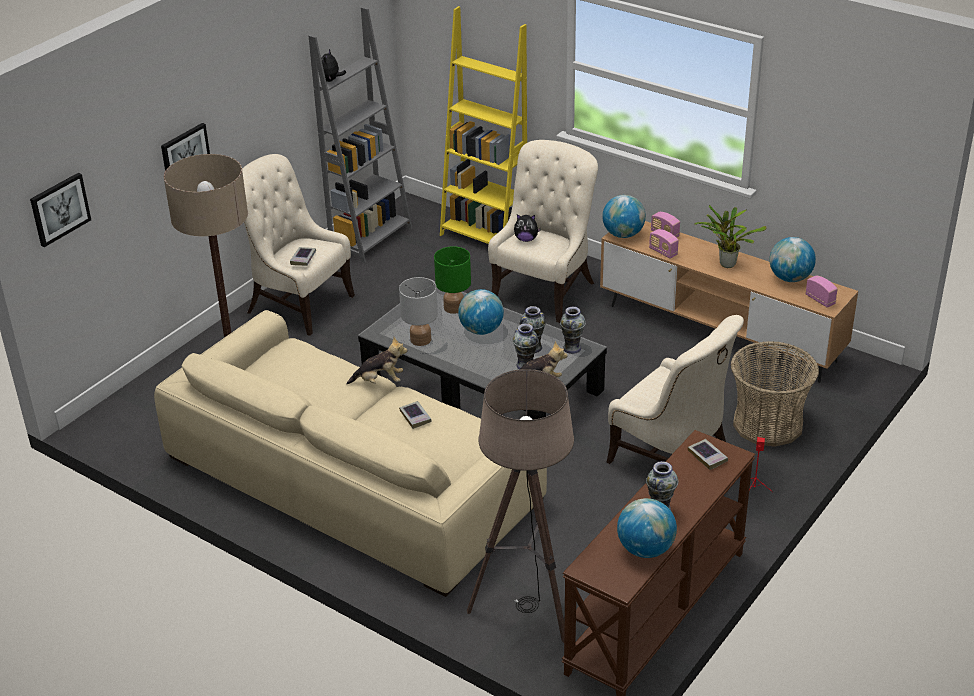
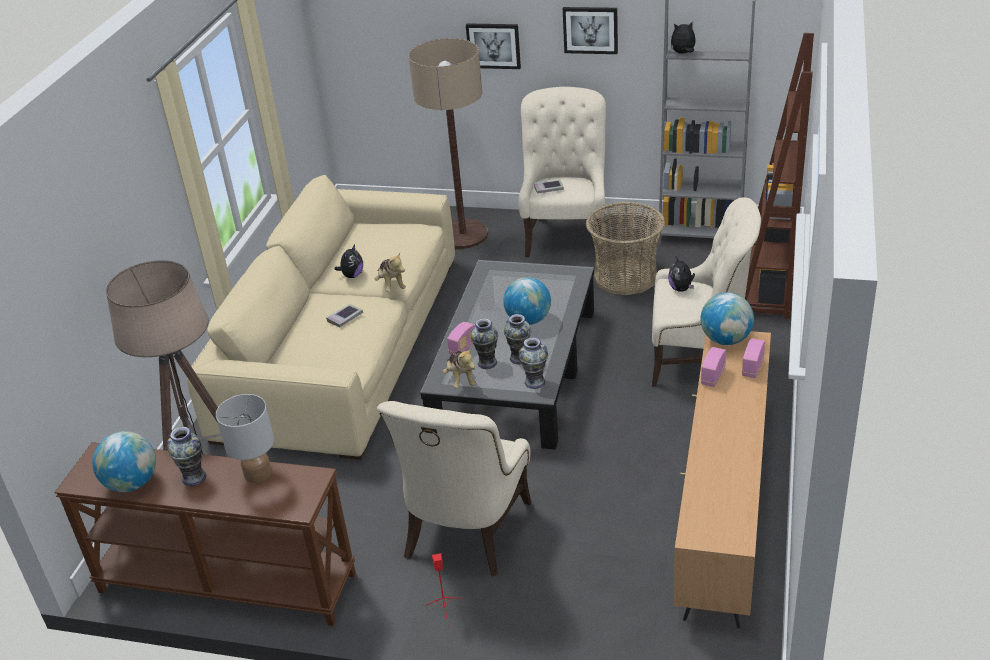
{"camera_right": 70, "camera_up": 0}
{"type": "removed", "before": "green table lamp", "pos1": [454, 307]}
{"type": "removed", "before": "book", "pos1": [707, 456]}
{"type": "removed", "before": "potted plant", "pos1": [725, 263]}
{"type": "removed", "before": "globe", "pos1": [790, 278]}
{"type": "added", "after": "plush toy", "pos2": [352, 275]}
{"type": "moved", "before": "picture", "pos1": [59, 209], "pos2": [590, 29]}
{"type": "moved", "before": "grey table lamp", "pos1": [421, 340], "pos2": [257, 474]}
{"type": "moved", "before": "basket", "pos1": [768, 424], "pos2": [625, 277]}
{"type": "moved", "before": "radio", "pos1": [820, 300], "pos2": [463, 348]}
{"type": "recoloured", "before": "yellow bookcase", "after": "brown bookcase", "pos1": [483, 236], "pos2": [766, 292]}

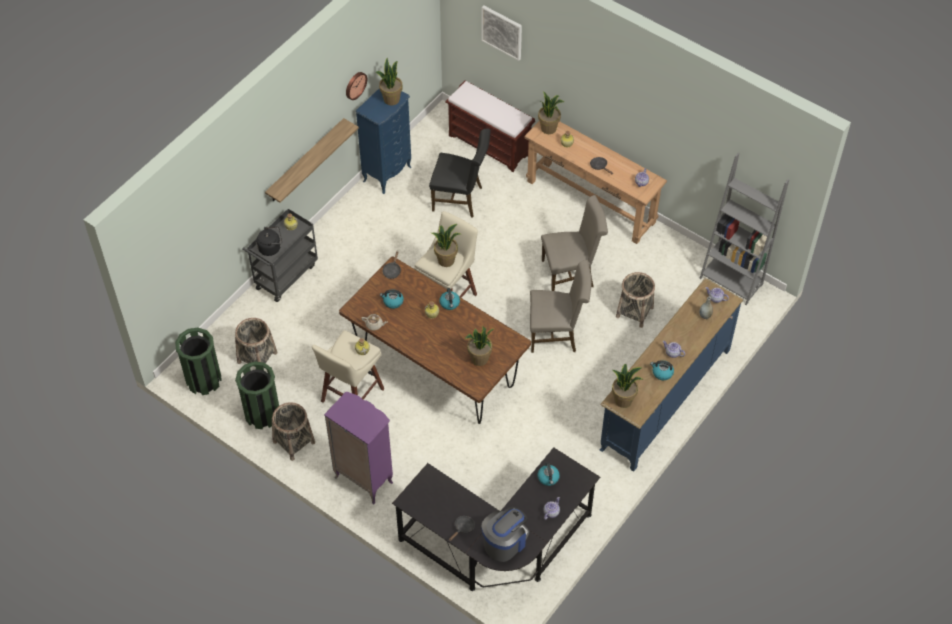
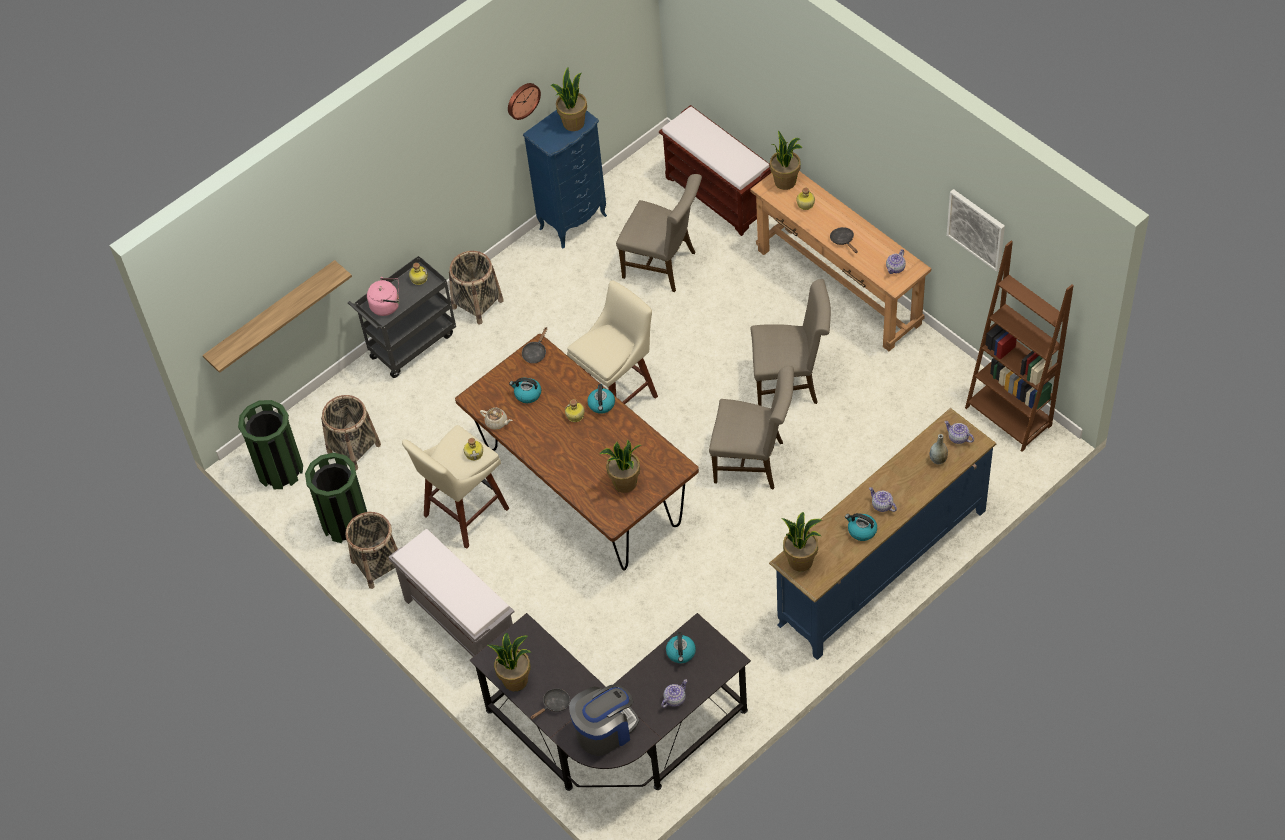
{"camera_right": 15, "camera_up": 0}
{"type": "moved", "before": "shelf", "pos1": [305, 161], "pos2": [272, 316]}
{"type": "moved", "before": "potted plant", "pos1": [446, 260], "pos2": [515, 680]}
{"type": "moved", "before": "picture", "pos1": [502, 32], "pos2": [976, 229]}
{"type": "moved", "before": "basket", "pos1": [634, 312], "pos2": [477, 304]}
{"type": "replaced", "before": "purple dresser", "after": "grey bench", "pos1": [365, 478], "pos2": [459, 624]}
{"type": "recoloured", "before": "black kettle", "after": "pink kettle", "pos1": [271, 247], "pos2": [387, 305]}
{"type": "recoloured", "before": "black chair", "after": "beige chair", "pos1": [461, 199], "pos2": [664, 265]}
{"type": "recoloured", "before": "grey bookcase", "after": "brown bookcase", "pos1": [731, 281], "pos2": [1008, 416]}

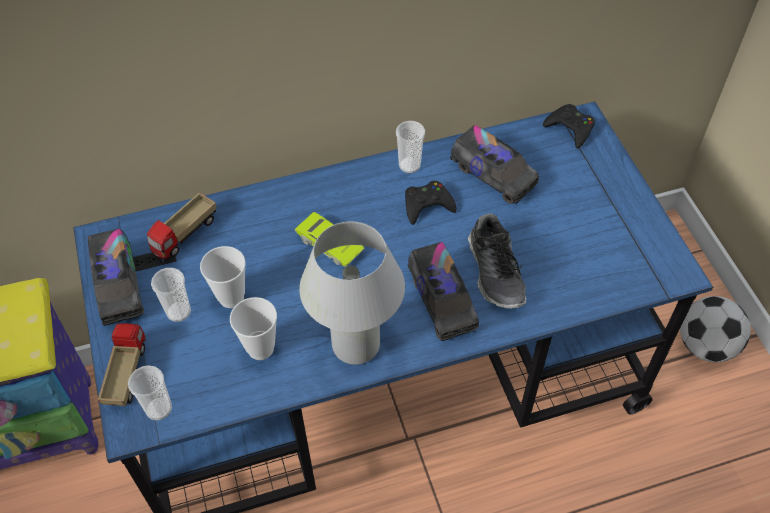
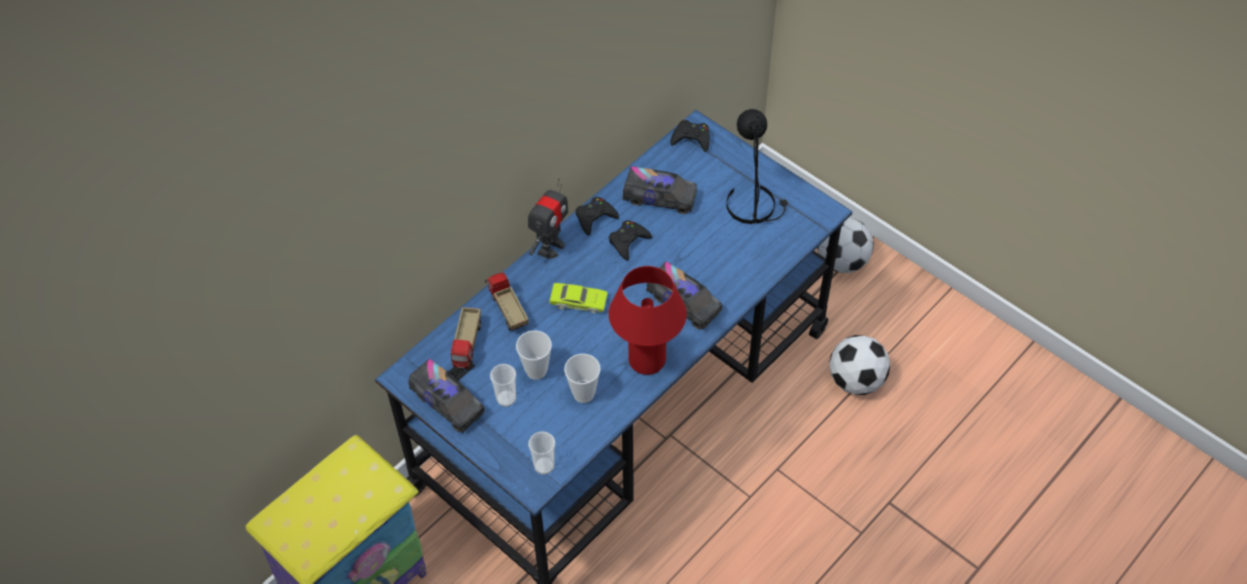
{"camera_right": -30, "camera_up": 0}
{"type": "removed", "before": "shoe", "pos1": [495, 272]}
{"type": "added", "after": "toy robot", "pos2": [550, 247]}
{"type": "added", "after": "black table lamp", "pos2": [754, 204]}
{"type": "added", "after": "football", "pos2": [856, 380]}
{"type": "moved", "before": "toy truck", "pos1": [126, 374], "pos2": [507, 310]}
{"type": "replaced", "before": "cup", "after": "black game controller", "pos1": [409, 165], "pos2": [595, 218]}
{"type": "recoloured", "before": "white table lamp", "after": "red table lamp", "pos1": [356, 345], "pos2": [647, 360]}

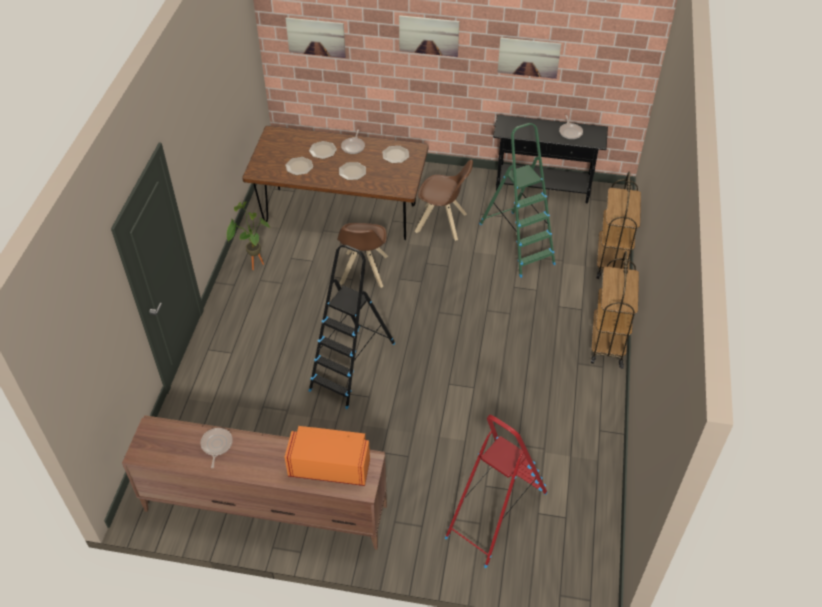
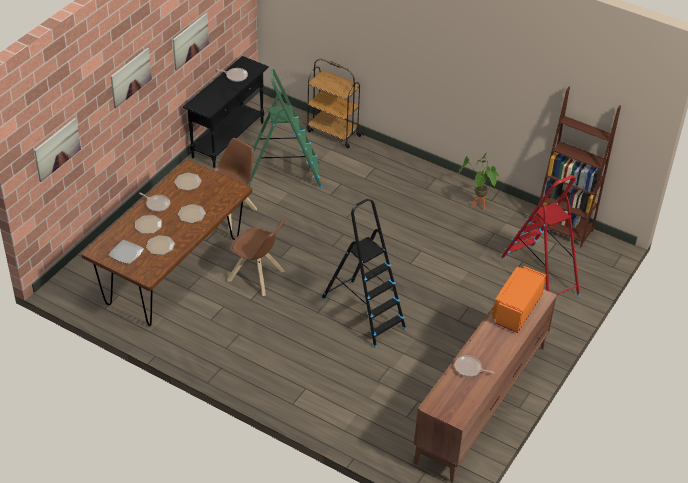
{"camera_right": -70, "camera_up": -5}
{"type": "removed", "before": "brown cart", "pos1": [608, 341]}
{"type": "added", "after": "plate", "pos2": [126, 253]}
{"type": "added", "after": "brown bookcase", "pos2": [563, 228]}
{"type": "moved", "before": "potted plant", "pos1": [252, 264], "pos2": [477, 208]}

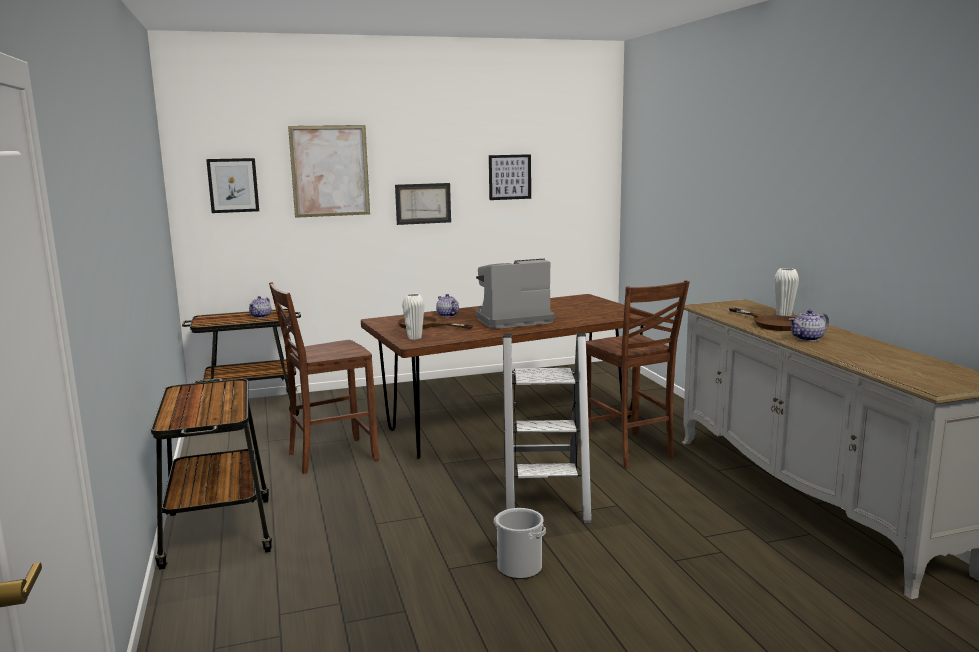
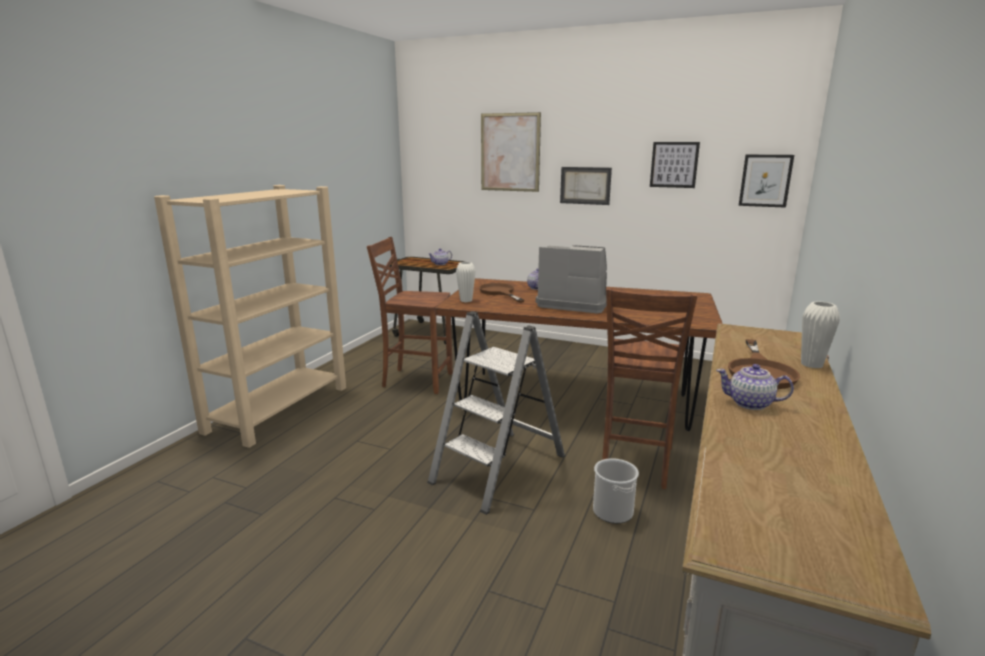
{"camera_right": 40, "camera_up": 5}
{"type": "moved", "before": "picture", "pos1": [233, 185], "pos2": [765, 180]}
{"type": "moved", "before": "bucket", "pos1": [519, 567], "pos2": [613, 511]}
{"type": "replaced", "before": "cart", "after": "beige bookcase", "pos1": [217, 534], "pos2": [278, 409]}

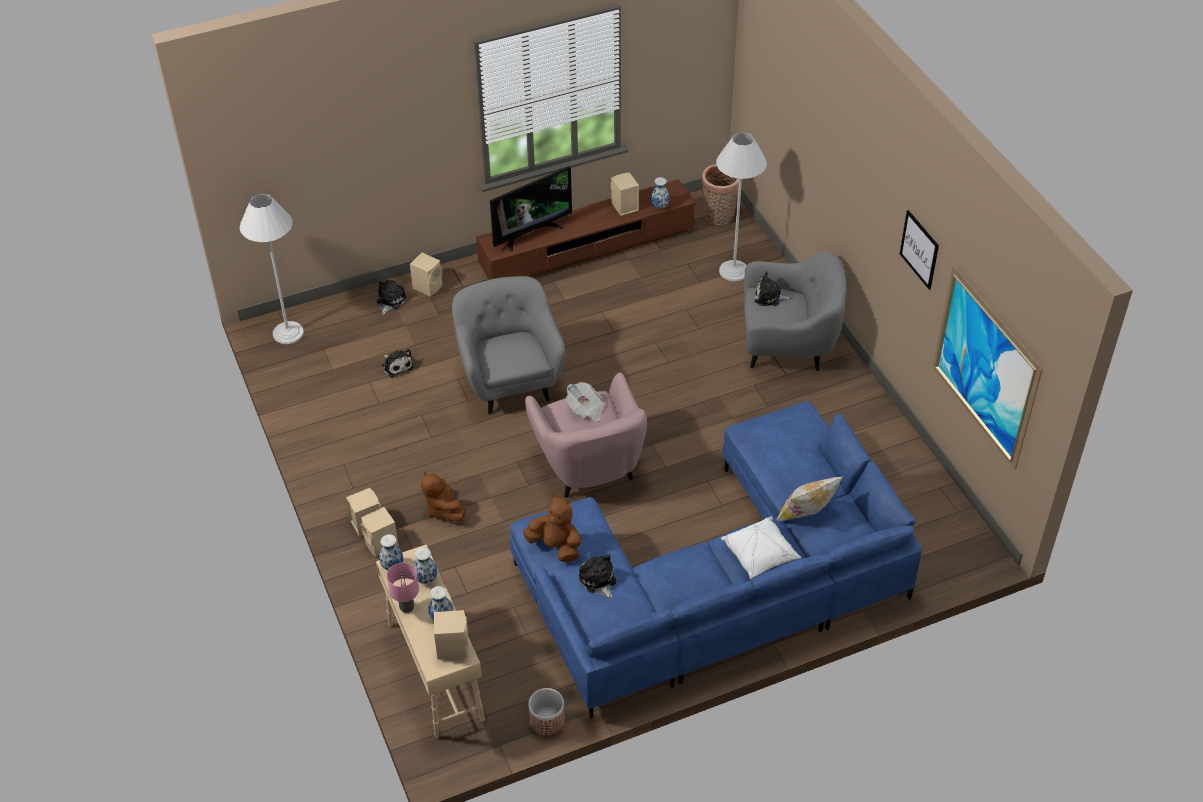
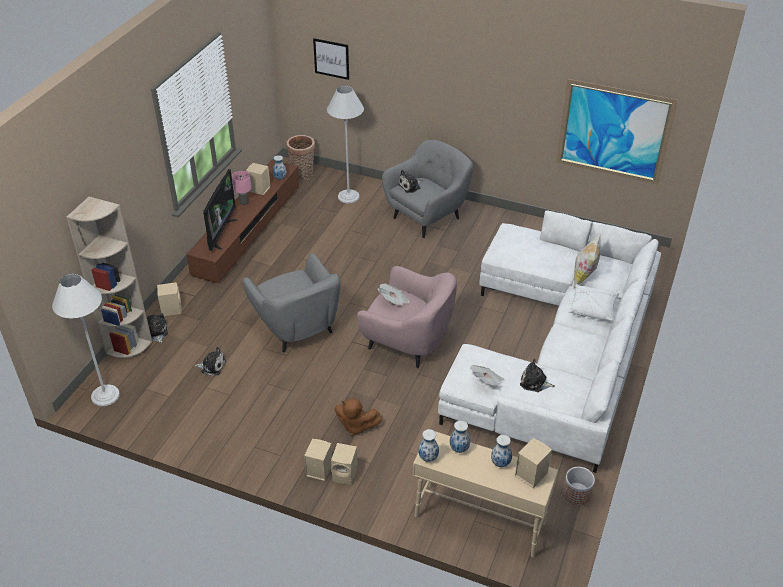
{"camera_right": -45, "camera_up": -5}
{"type": "added", "after": "beige bookcase", "pos2": [129, 350]}
{"type": "moved", "before": "pink table lamp", "pos1": [407, 608], "pos2": [244, 202]}
{"type": "moved", "before": "picture", "pos1": [919, 249], "pos2": [331, 58]}
{"type": "replaced", "before": "brown plush toy", "after": "newspaper", "pos1": [555, 546], "pos2": [487, 381]}
{"type": "recoloured", "before": "blue sofa", "after": "white sofa", "pos1": [719, 584], "pos2": [559, 353]}
{"type": "turned", "before": "grey armchair", "pos1": [509, 380], "pos2": [297, 328], "turn": -150}

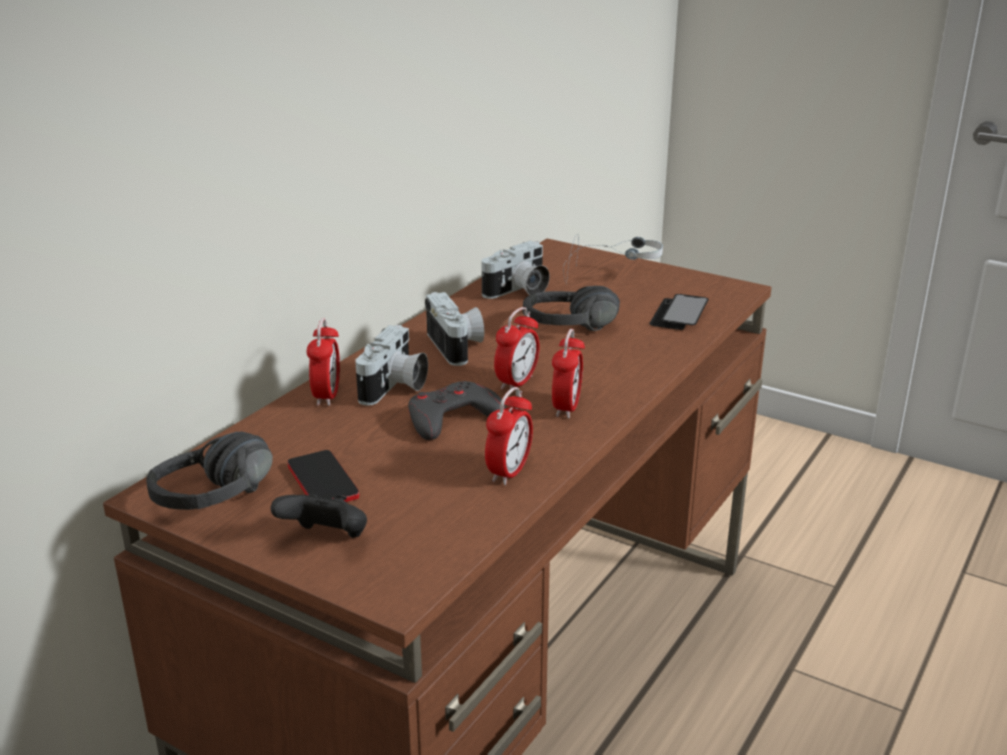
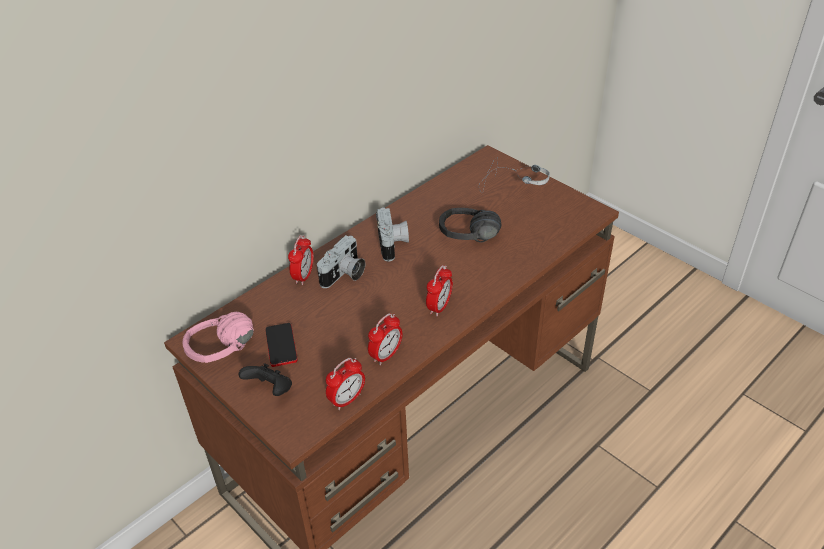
{"camera_right": 15, "camera_up": 15}
{"type": "removed", "before": "grey game controller", "pos1": [452, 418]}
{"type": "removed", "before": "photo camera", "pos1": [518, 291]}
{"type": "removed", "before": "phone", "pos1": [679, 314]}
{"type": "moved", "before": "alarm clock", "pos1": [517, 383], "pos2": [347, 399]}
{"type": "recoloured", "before": "black headphones", "after": "pink headphones", "pos1": [226, 503], "pos2": [226, 353]}

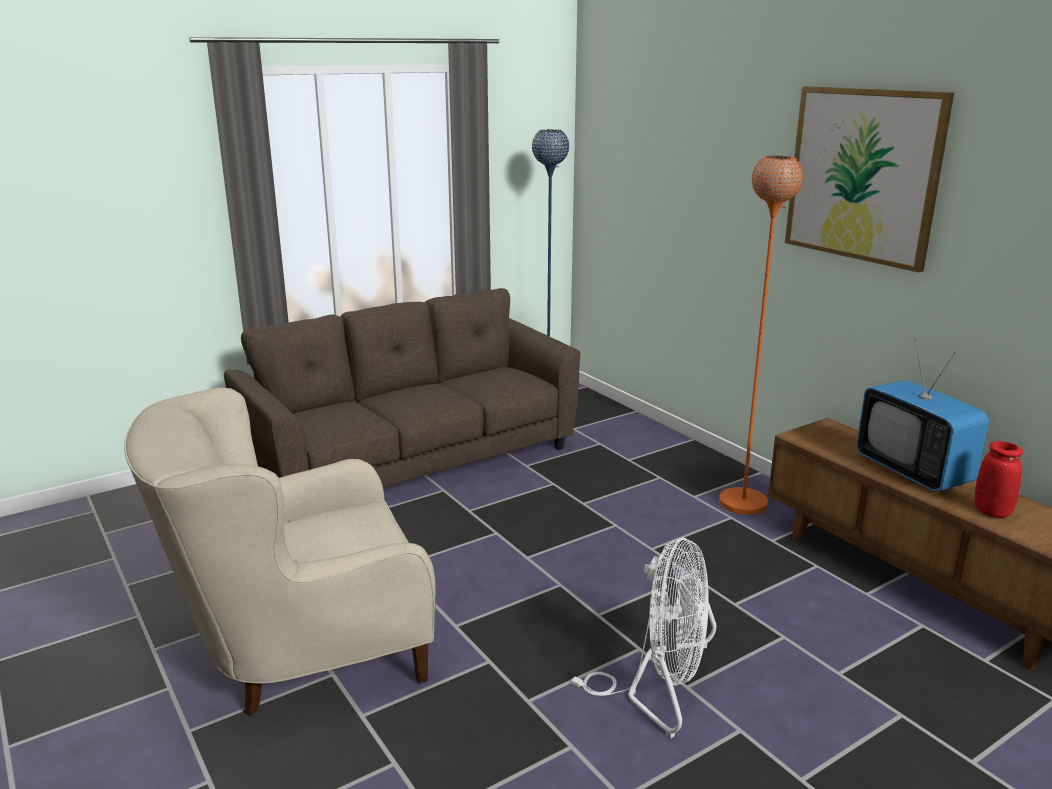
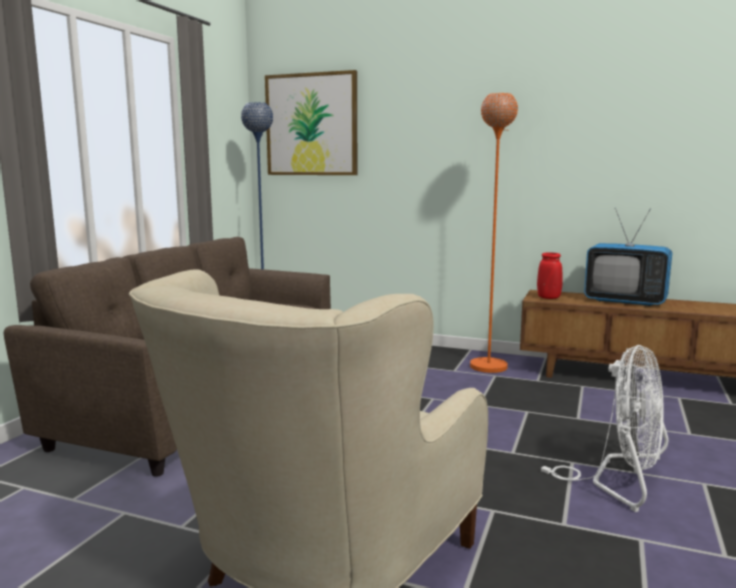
{"camera_right": -35, "camera_up": -10}
{"type": "moved", "before": "picture", "pos1": [863, 175], "pos2": [311, 125]}
{"type": "moved", "before": "red vase", "pos1": [991, 512], "pos2": [548, 298]}
{"type": "turned", "before": "white fan", "pos1": [658, 684], "pos2": [618, 477], "turn": 45}

